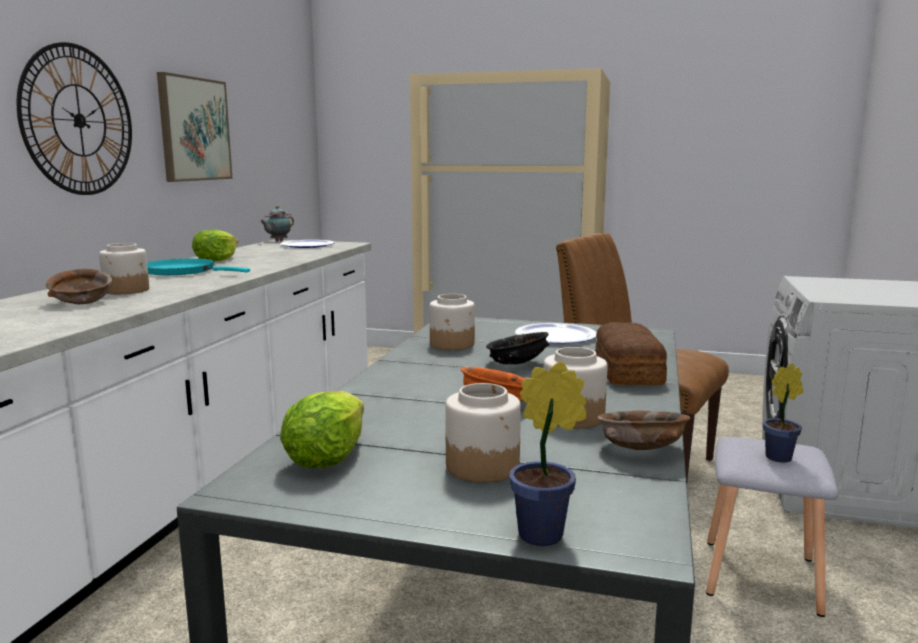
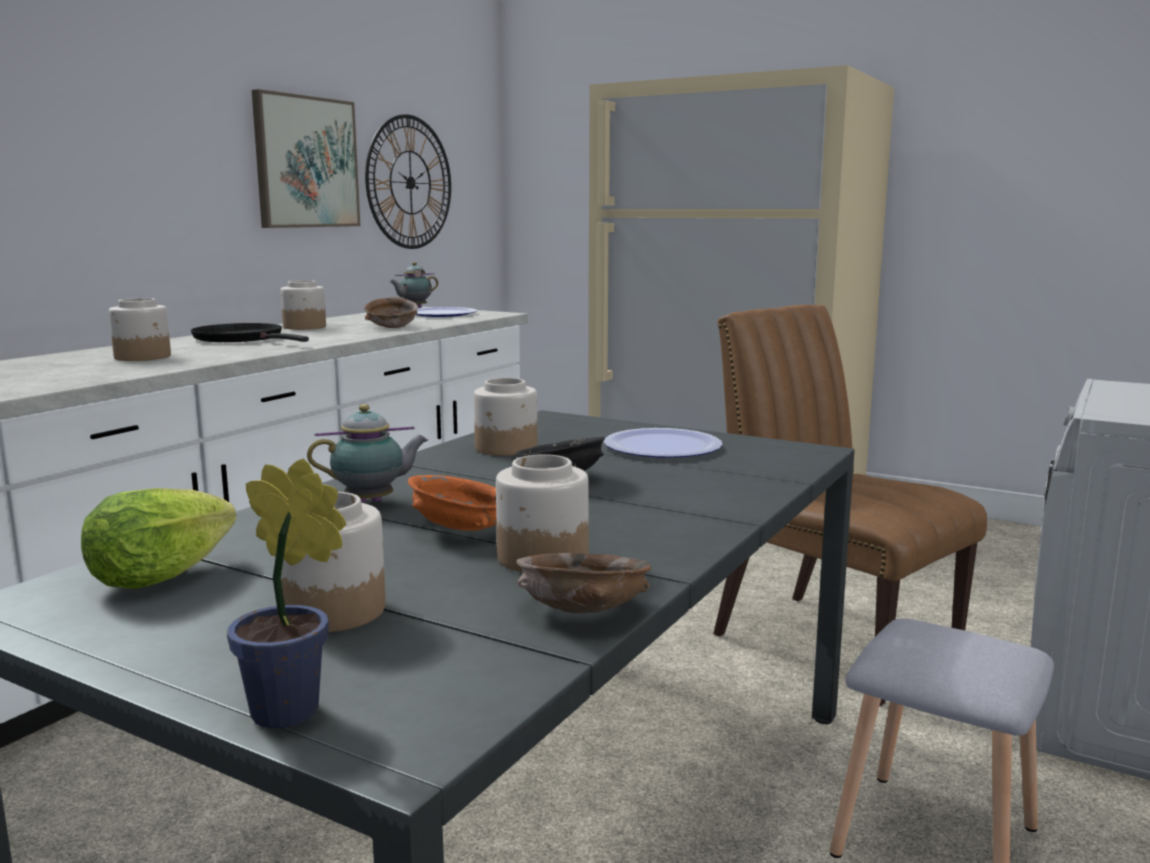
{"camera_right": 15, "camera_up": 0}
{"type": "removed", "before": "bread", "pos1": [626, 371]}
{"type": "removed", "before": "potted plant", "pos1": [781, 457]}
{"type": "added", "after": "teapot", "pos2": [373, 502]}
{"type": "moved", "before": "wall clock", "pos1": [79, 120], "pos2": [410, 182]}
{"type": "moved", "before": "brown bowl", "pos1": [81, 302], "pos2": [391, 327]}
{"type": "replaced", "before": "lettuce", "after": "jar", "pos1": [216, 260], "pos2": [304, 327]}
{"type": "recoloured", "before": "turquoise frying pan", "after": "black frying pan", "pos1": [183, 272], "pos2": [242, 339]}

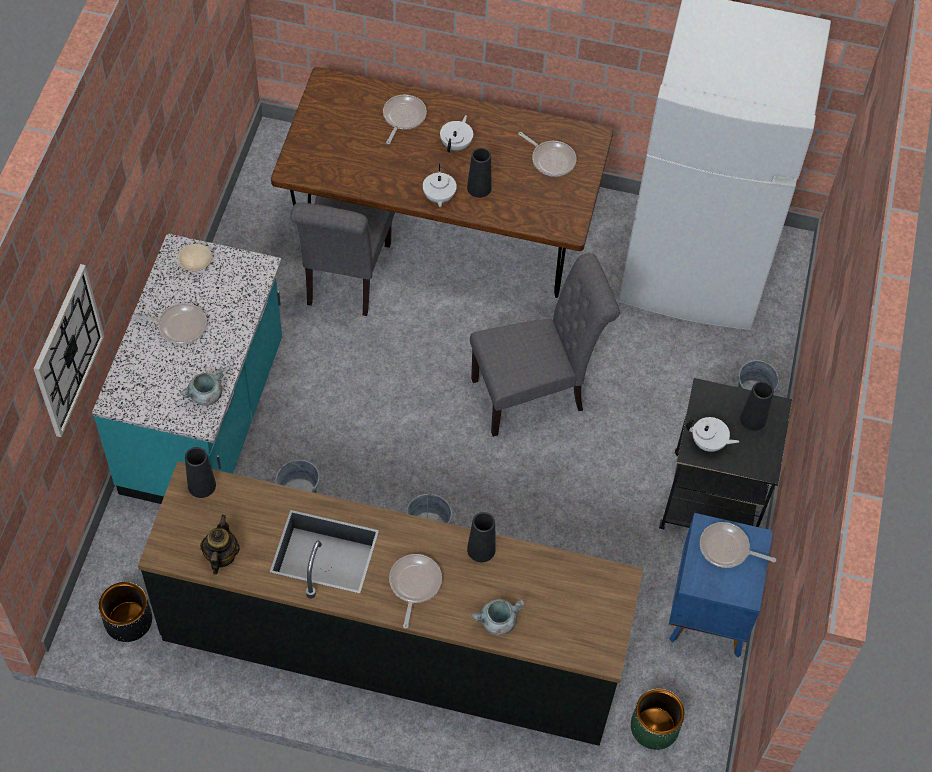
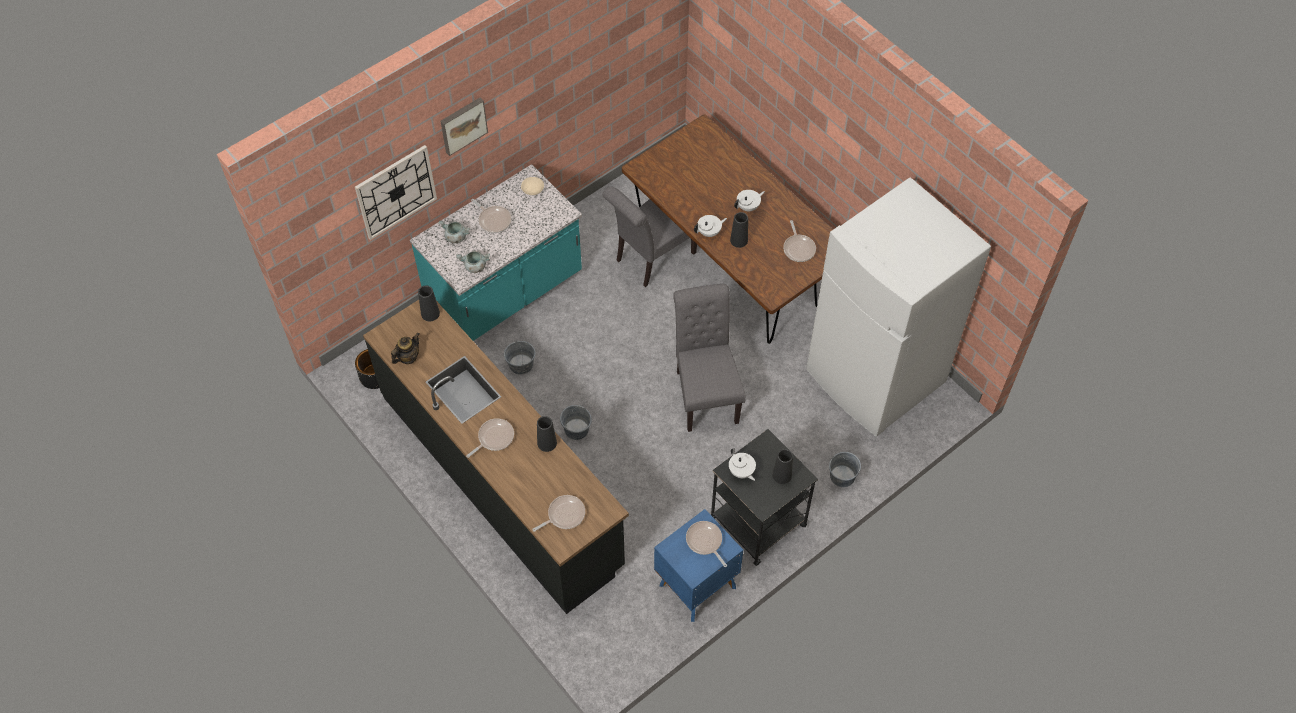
{"camera_right": 40, "camera_up": 0}
{"type": "removed", "before": "green planter", "pos1": [654, 727]}
{"type": "added", "after": "picture", "pos2": [462, 125]}
{"type": "moved", "before": "frying pan", "pos1": [403, 117], "pos2": [564, 515]}
{"type": "moved", "before": "grey cooking pot", "pos1": [497, 622], "pos2": [455, 237]}
{"type": "turned", "before": "white teapot", "pos1": [438, 197], "pos2": [709, 232], "turn": -150}
{"type": "turned", "before": "grey chair", "pos1": [535, 394], "pos2": [705, 392], "turn": -120}

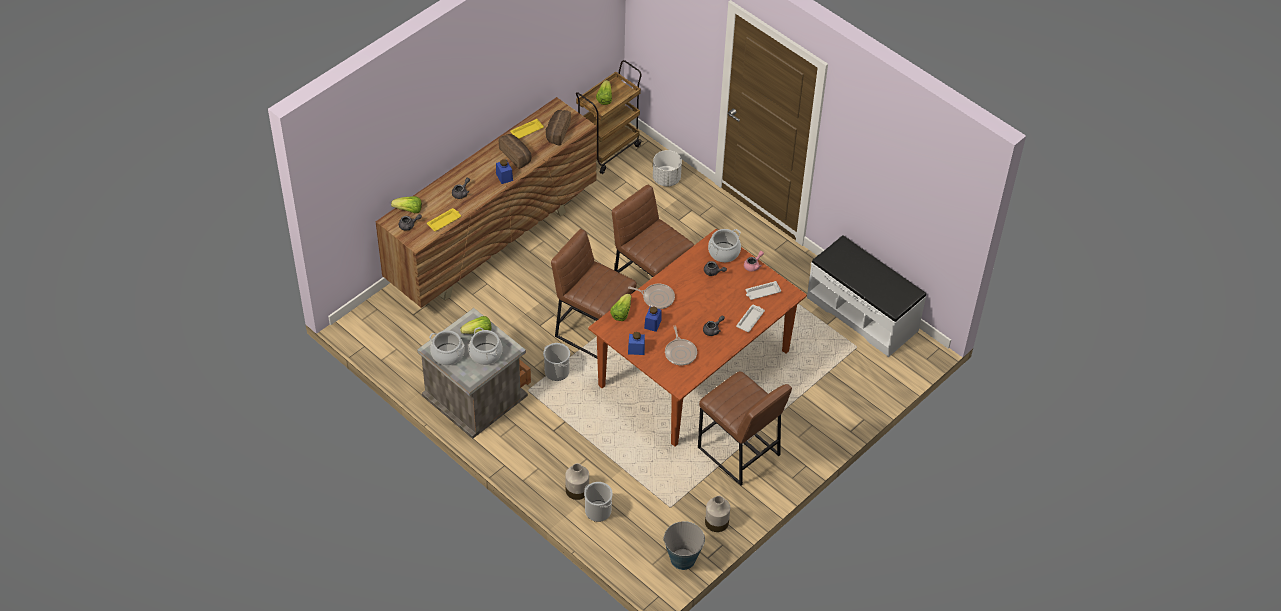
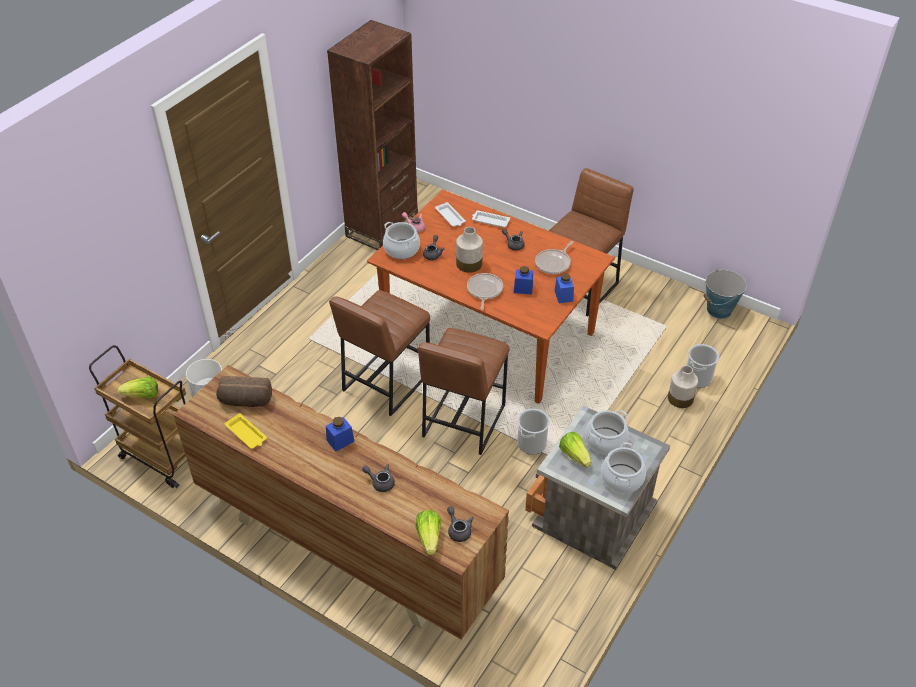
{"camera_right": -100, "camera_up": -5}
{"type": "removed", "before": "yellow tray", "pos1": [444, 221]}
{"type": "removed", "before": "bread", "pos1": [516, 155]}
{"type": "removed", "before": "lettuce", "pos1": [621, 313]}
{"type": "moved", "before": "beige vase", "pos1": [716, 522], "pos2": [469, 263]}
{"type": "replaced", "before": "white bench", "after": "brown bookcase", "pos1": [862, 313], "pos2": [382, 227]}
{"type": "turned", "before": "frying pan", "pos1": [680, 352], "pos2": [554, 263], "turn": 150}

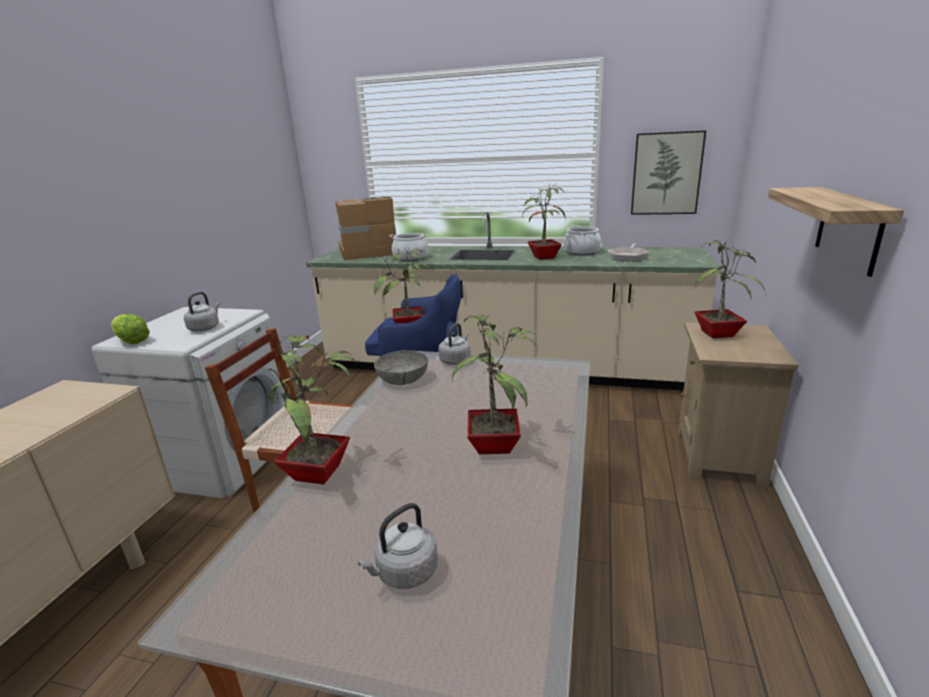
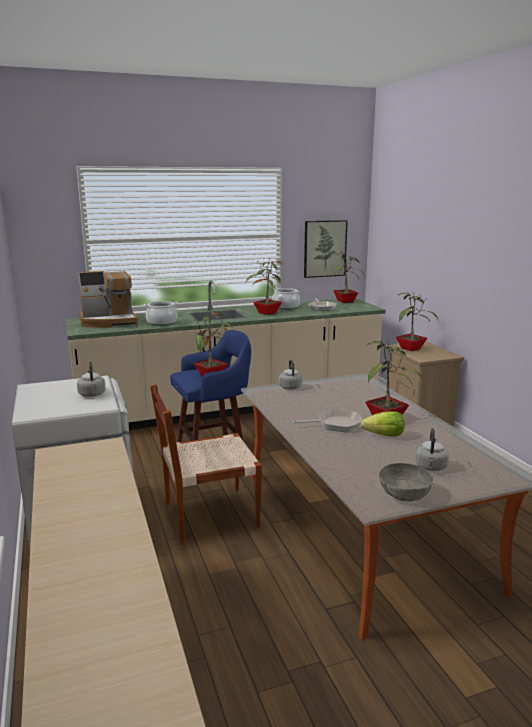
{"camera_right": -35, "camera_up": -5}
{"type": "removed", "before": "shelf", "pos1": [848, 228]}
{"type": "added", "after": "frying pan", "pos2": [336, 424]}
{"type": "moved", "before": "lettuce", "pos1": [132, 342], "pos2": [384, 436]}
{"type": "moved", "before": "potted plant", "pos1": [320, 474], "pos2": [346, 301]}
{"type": "moved", "before": "grey bowl", "pos1": [402, 379], "pos2": [404, 494]}
{"type": "turned", "before": "coffee machine", "pos1": [368, 252], "pos2": [109, 322], "turn": -150}

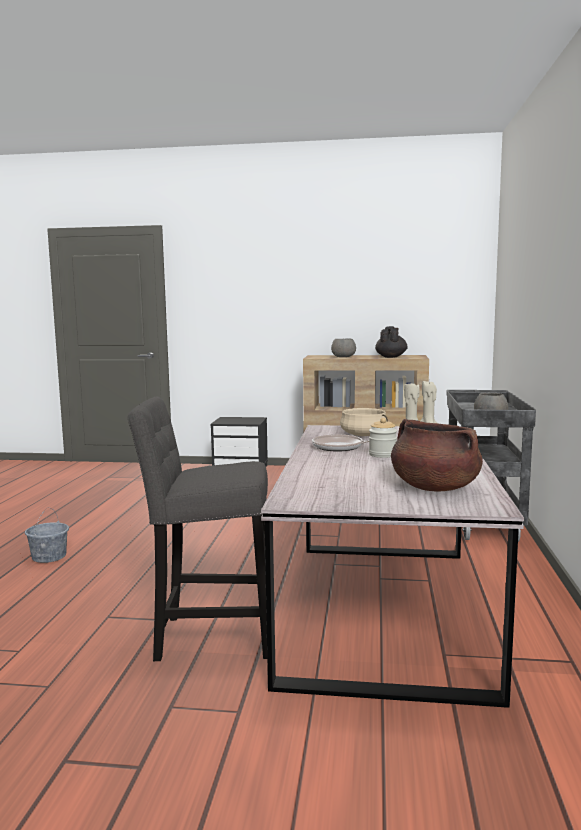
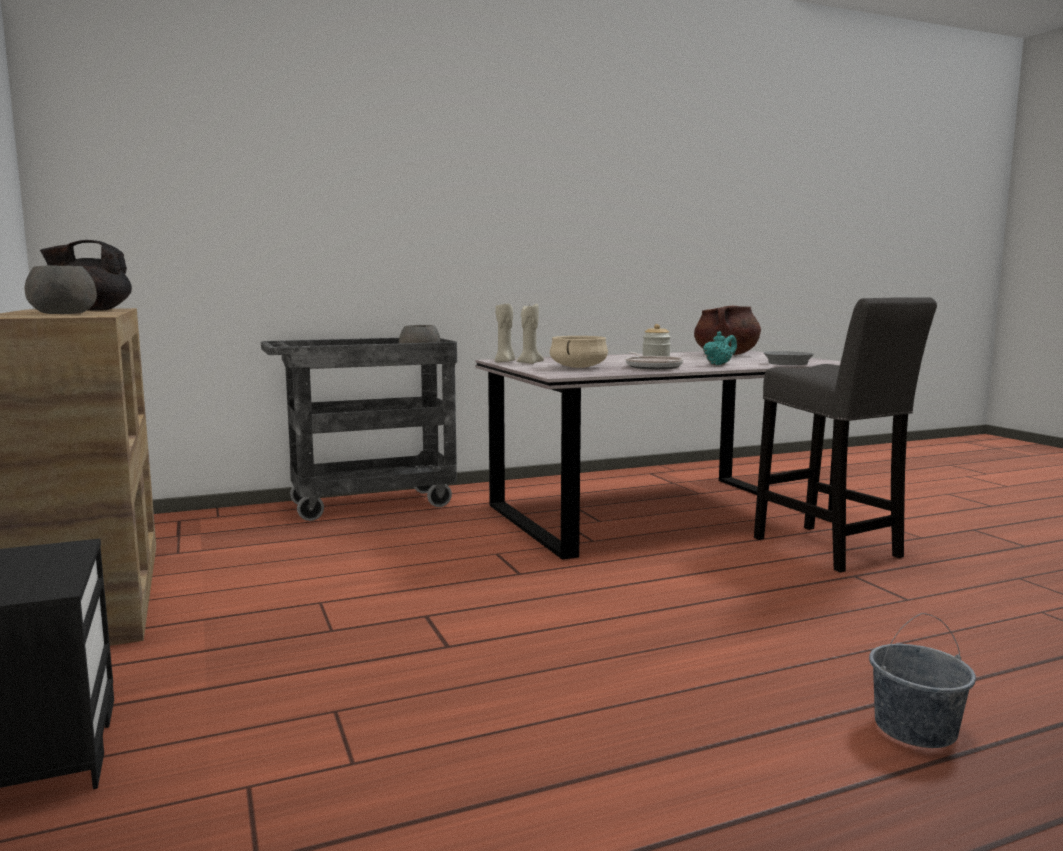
{"camera_right": -120, "camera_up": 0}
{"type": "added", "after": "turquoise teapot", "pos2": [719, 364]}
{"type": "added", "after": "grey frying pan", "pos2": [788, 363]}

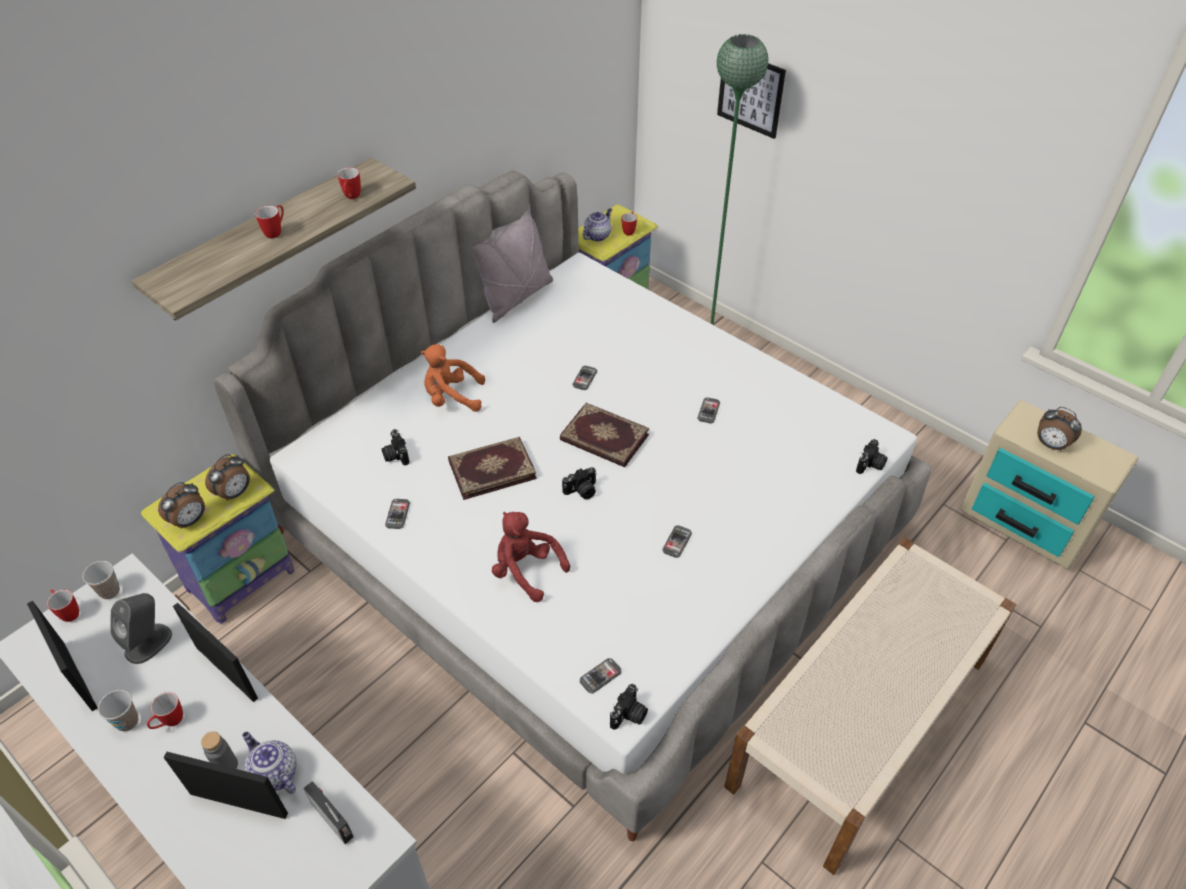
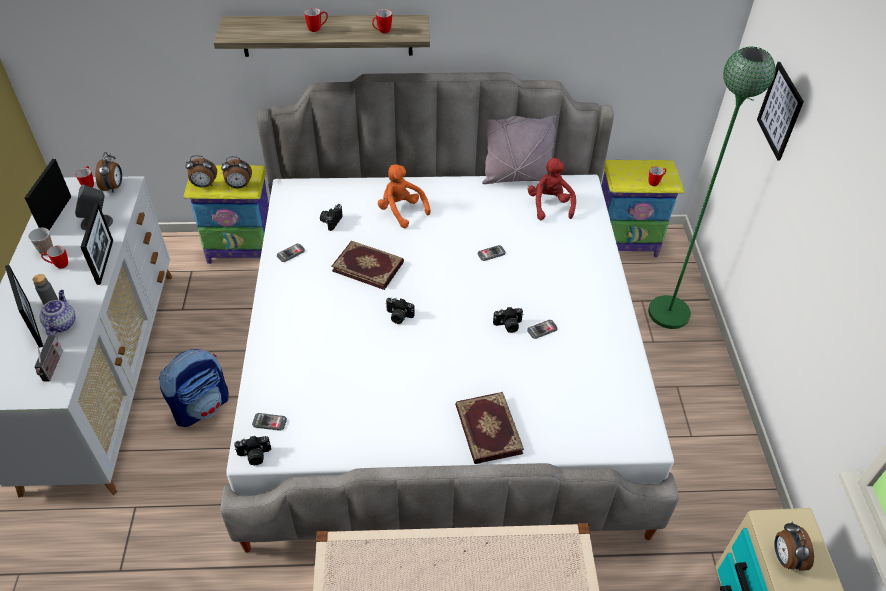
{"camera_right": 45, "camera_up": 0}
{"type": "removed", "before": "teapot", "pos1": [597, 235]}
{"type": "removed", "before": "phone", "pos1": [677, 542]}
{"type": "added", "after": "backpack", "pos2": [202, 406]}
{"type": "moved", "before": "red plush toy", "pos1": [526, 570], "pos2": [549, 205]}
{"type": "moved", "before": "book", "pos1": [603, 438], "pos2": [487, 429]}
{"type": "moved", "before": "photo camera", "pos1": [870, 465], "pos2": [508, 325]}
{"type": "replaced", "before": "cup", "after": "alarm clock", "pos1": [110, 591], "pos2": [114, 187]}

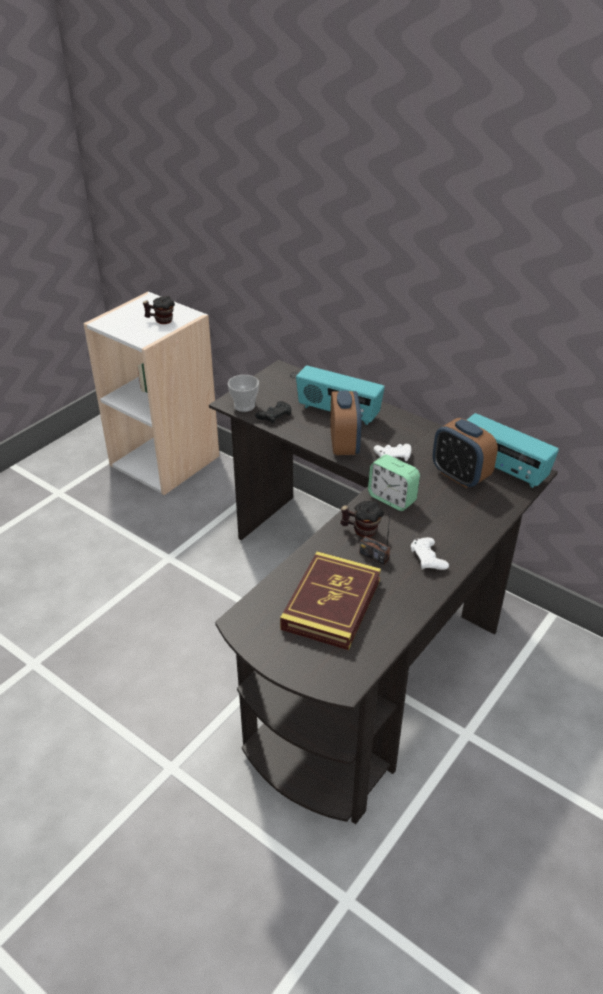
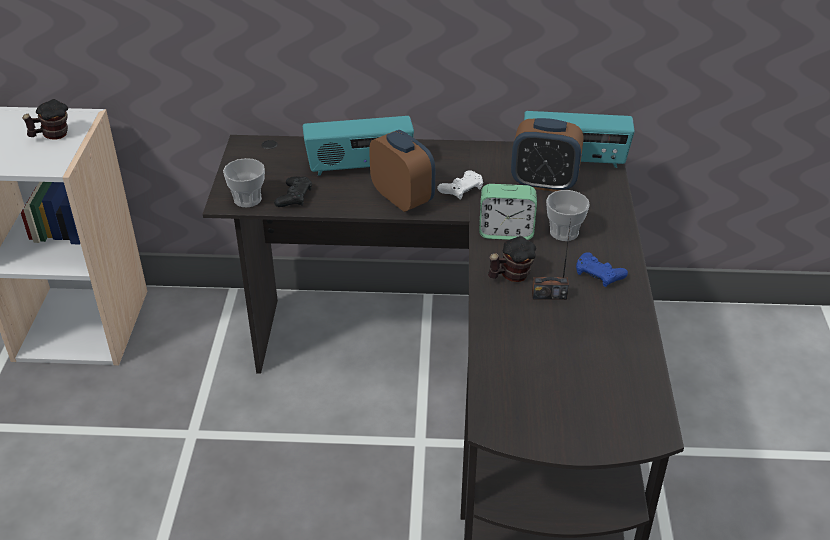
{"camera_right": -35, "camera_up": 0}
{"type": "removed", "before": "book", "pos1": [331, 604]}
{"type": "added", "after": "cup", "pos2": [564, 232]}
{"type": "recoloured", "before": "white game controller", "after": "blue game controller", "pos1": [428, 558], "pos2": [599, 274]}

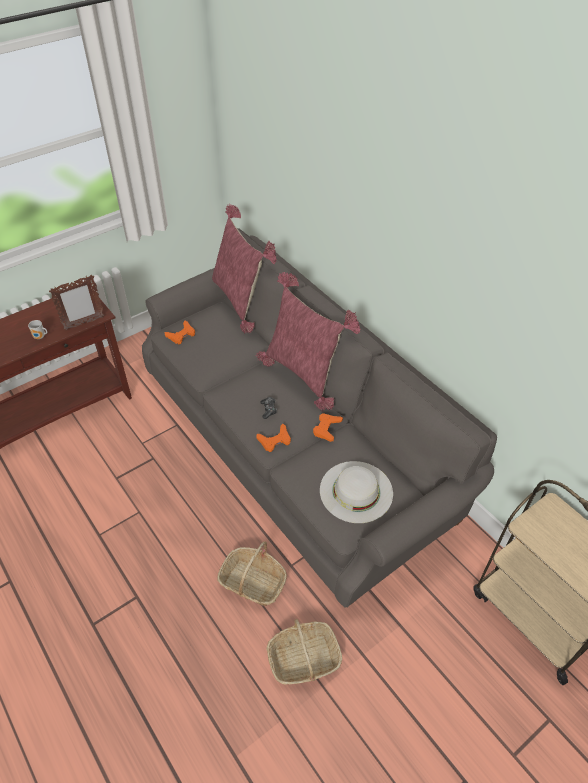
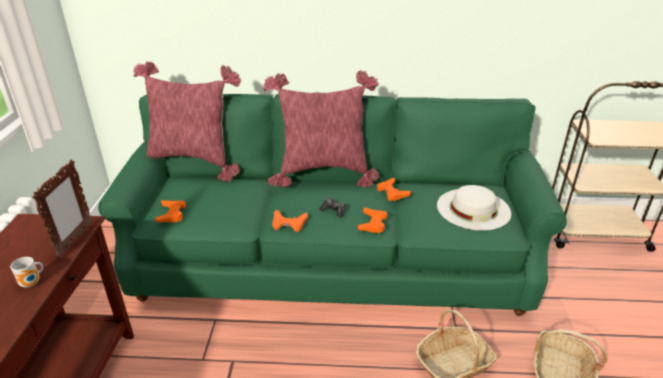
{"camera_right": -50, "camera_up": -15}
{"type": "added", "after": "orange game controller", "pos2": [289, 224]}
{"type": "recoloured", "before": "grey sofa", "after": "green sofa", "pos1": [294, 443], "pos2": [331, 258]}

